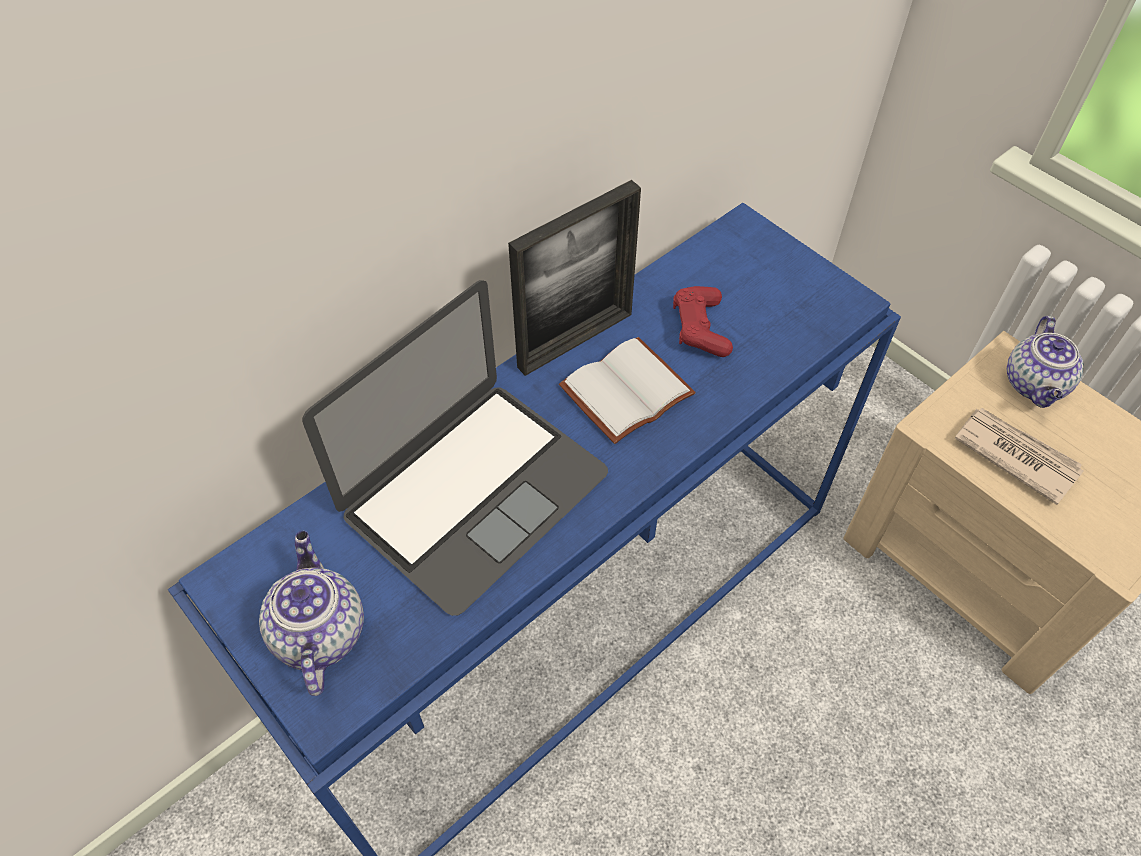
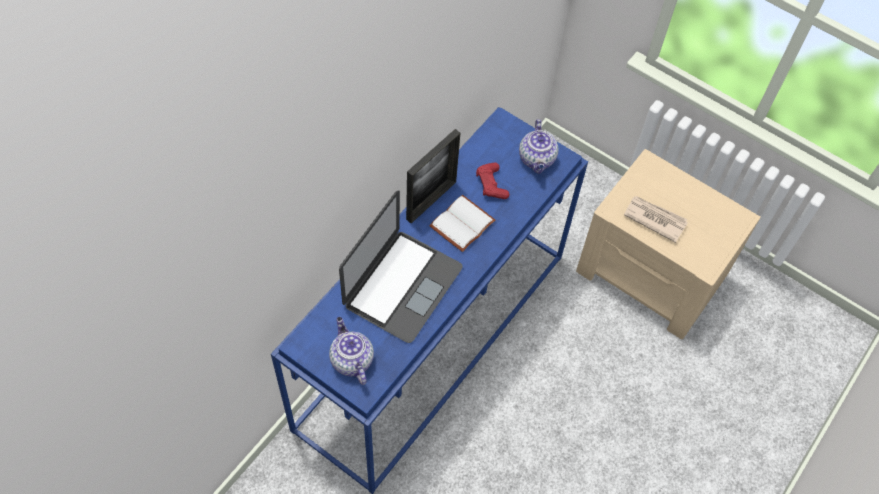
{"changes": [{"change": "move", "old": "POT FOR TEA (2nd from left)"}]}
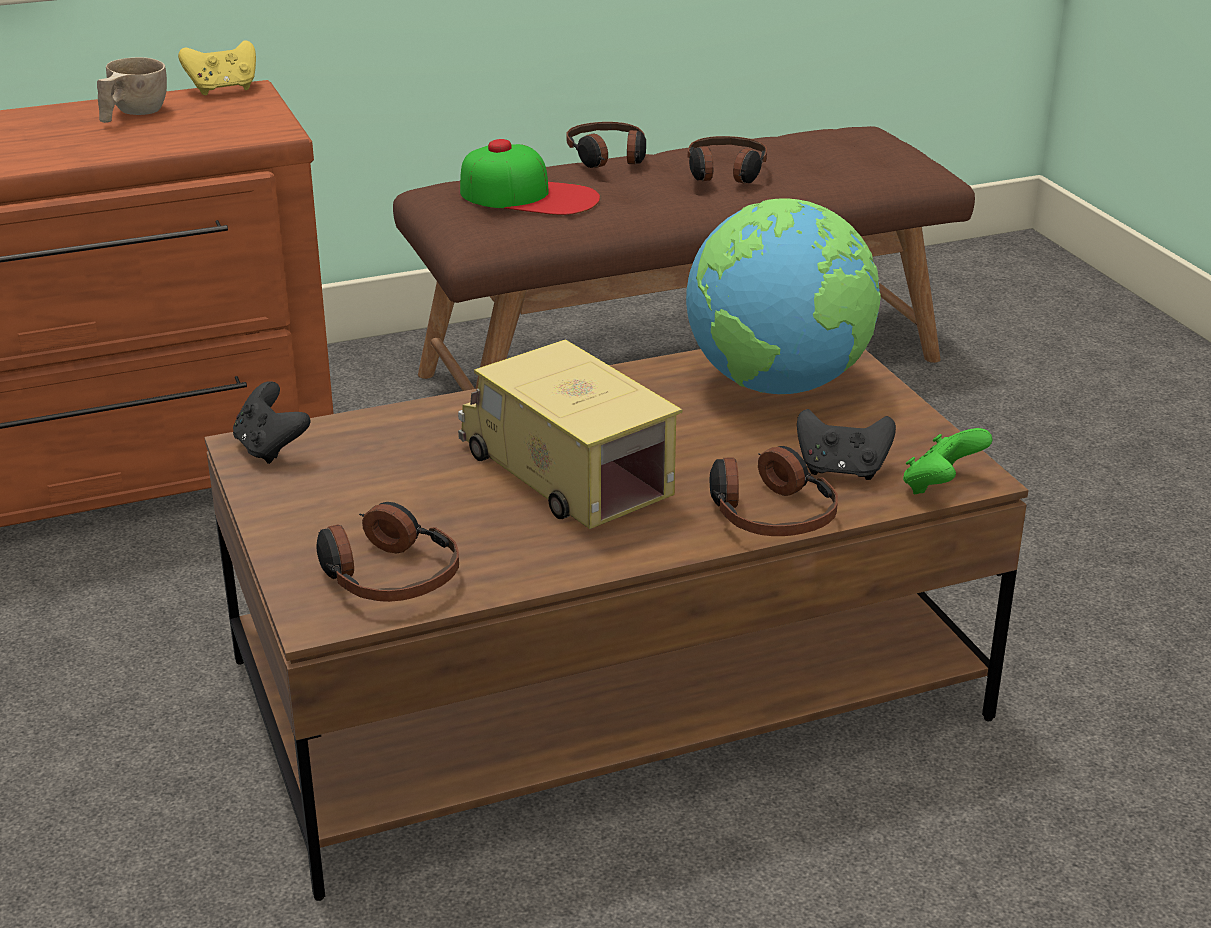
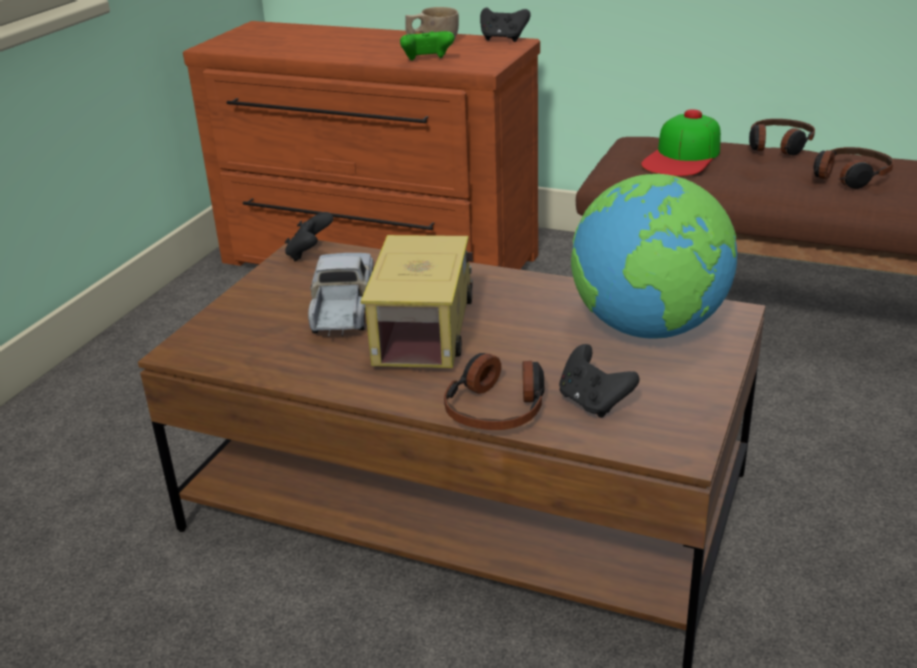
{"changes": [{"change": "recolor", "old": "YELLOWISH JOYPAD", "new": "BLACKISH JOYPAD (2nd from left)"}, {"change": "rotate", "old": "BASEBALL CAP", "degrees": 60}, {"change": "move", "old": "GREEN-COLOURED JOYPAD"}, {"change": "delete", "old": "HEADPHONES (1st from left)"}, {"change": "insert", "new": "TOY LORRY (1st from left)"}]}
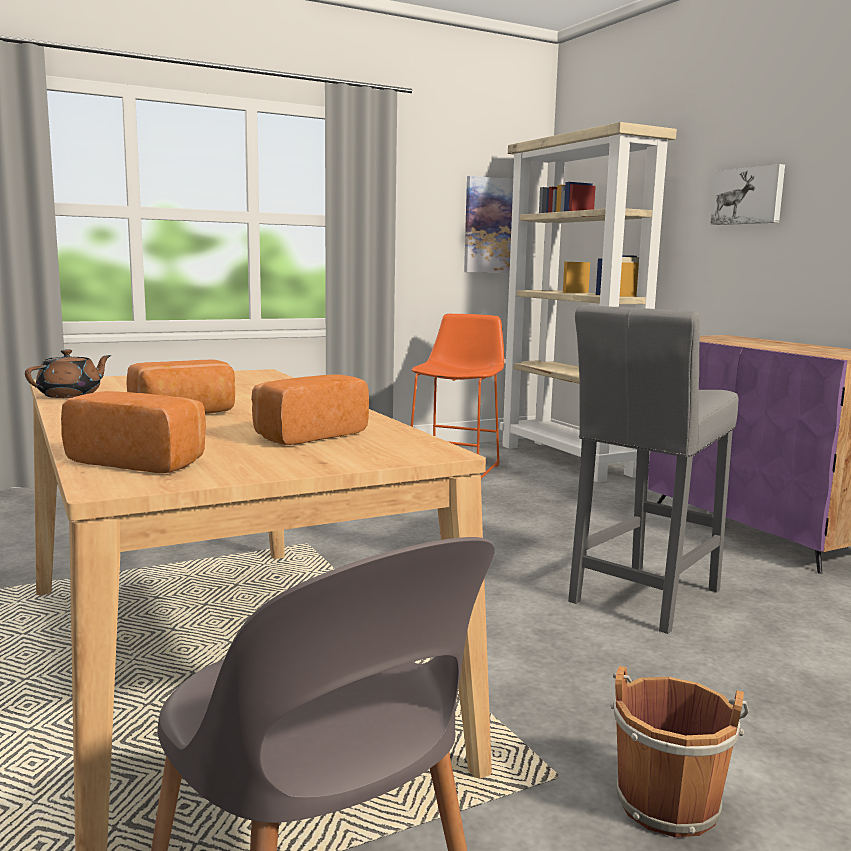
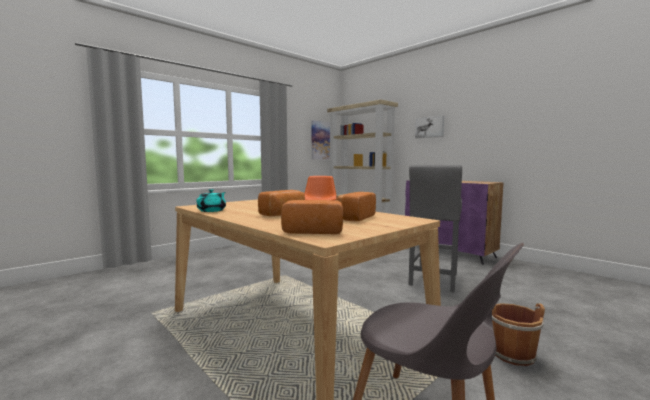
{"changes": [{"change": "recolor", "old": "BROWNISH POT FOR TEA", "new": "TURQUOISE POT FOR TEA"}]}
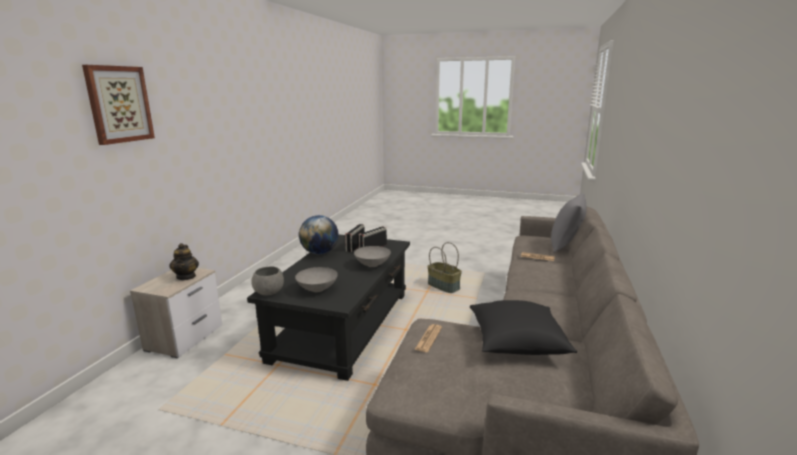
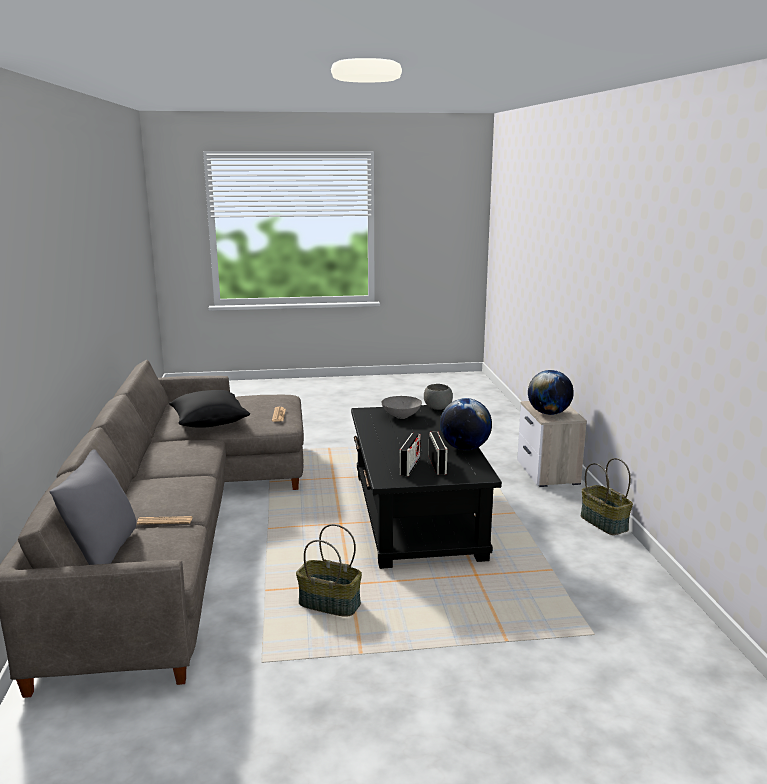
{"changes": [{"change": "delete", "old": "WALL PICTURE"}, {"change": "replace", "old": "POT FOR TEA", "new": "DESK GLOBE (2nd from left)"}, {"change": "delete", "old": "GREYISH DEEP DISH (3rd from left)"}, {"change": "insert", "new": "STORAGE BASKET (2nd from left)"}]}
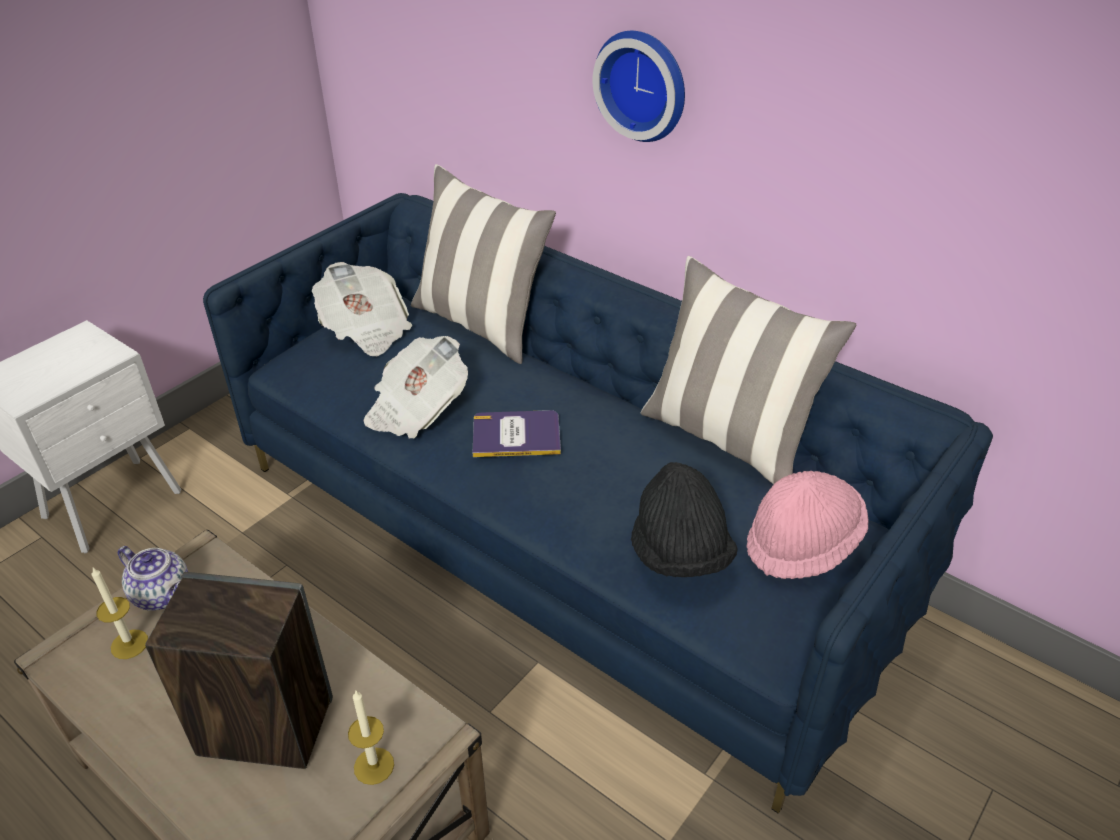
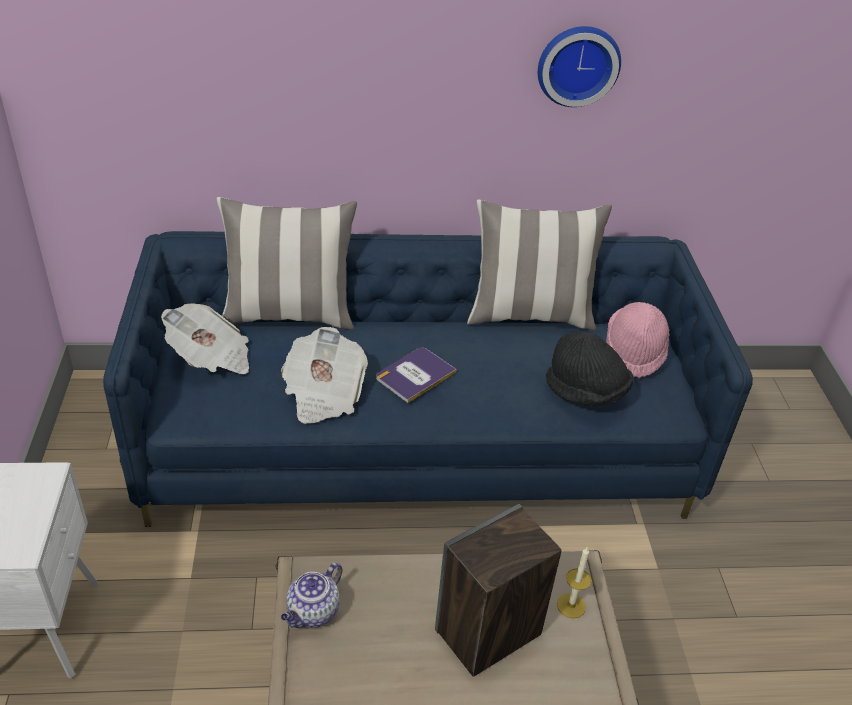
{"changes": [{"change": "move", "old": "WALL CLOCK"}, {"change": "rotate", "old": "POT FOR TEA", "degrees": 135}, {"change": "delete", "old": "WAX LIGHT (1st from left)"}]}
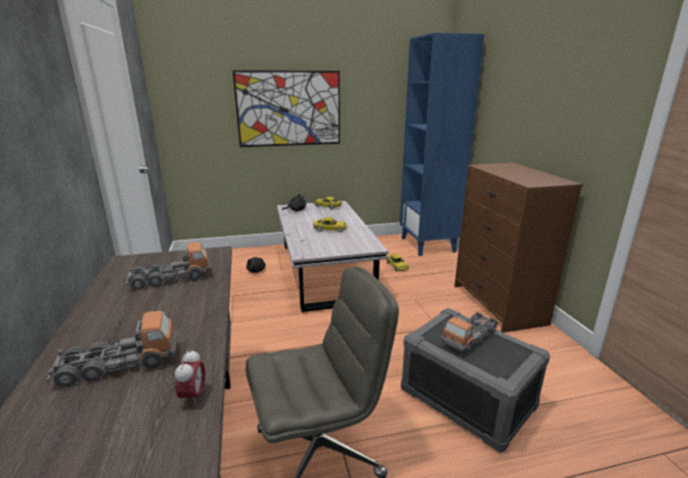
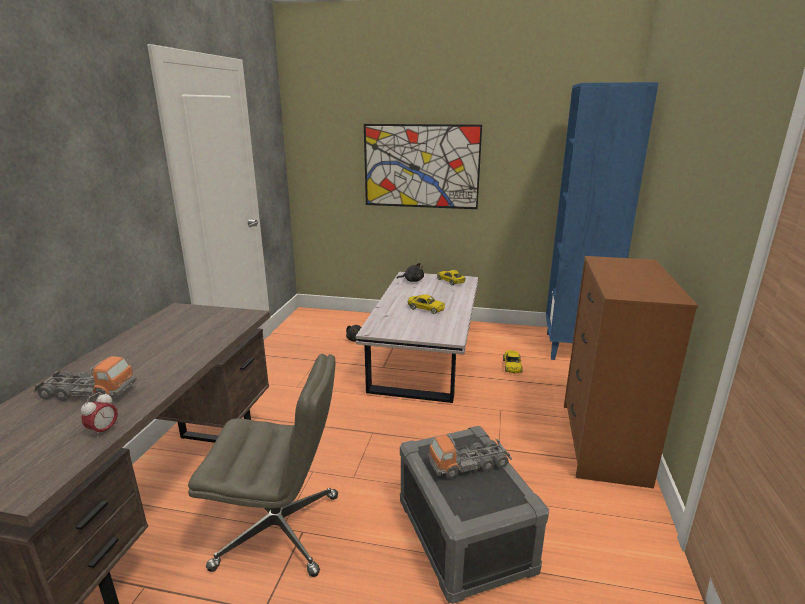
{"changes": [{"change": "delete", "old": "TOY LORRY (2nd from left)"}]}
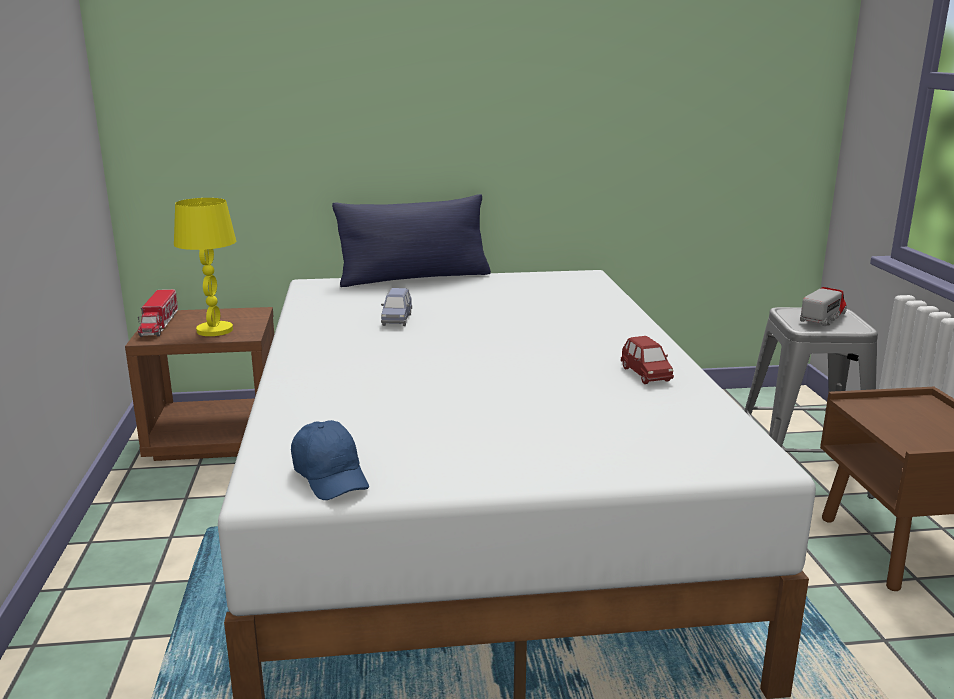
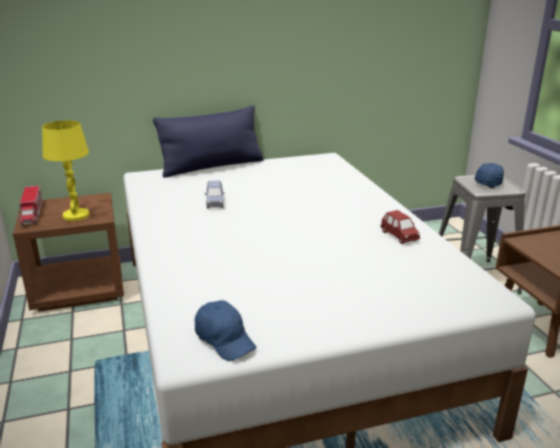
{"changes": [{"change": "replace", "old": "TOY LORRY (2nd from left)", "new": "BLUE BASEBALL CAP (2nd from left)"}]}
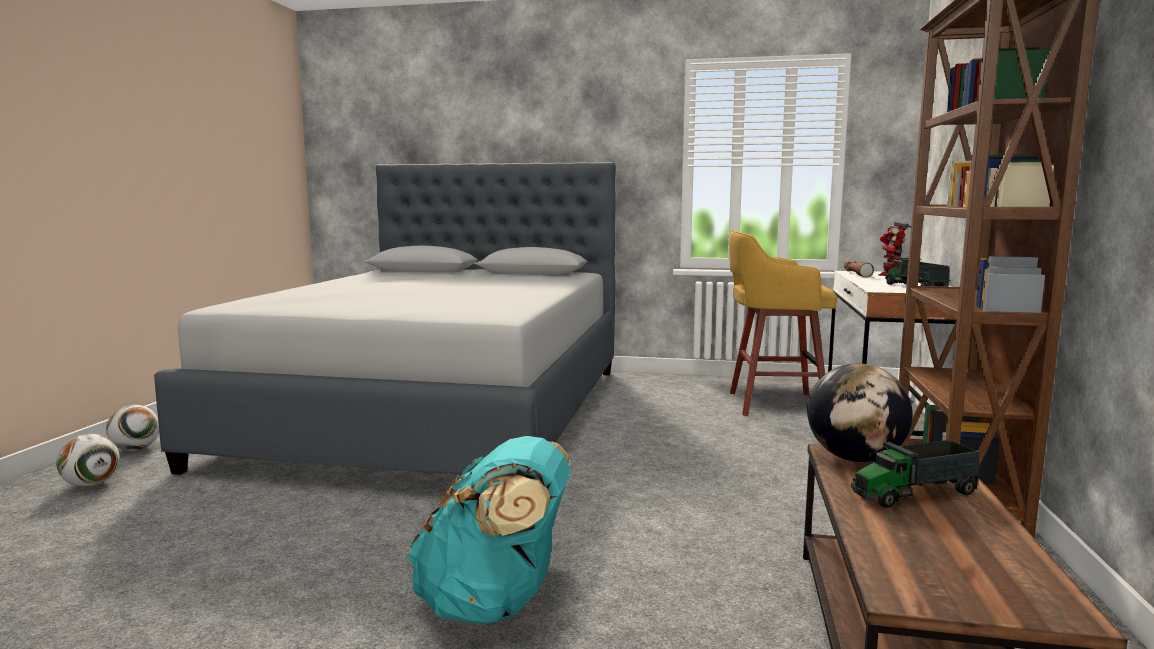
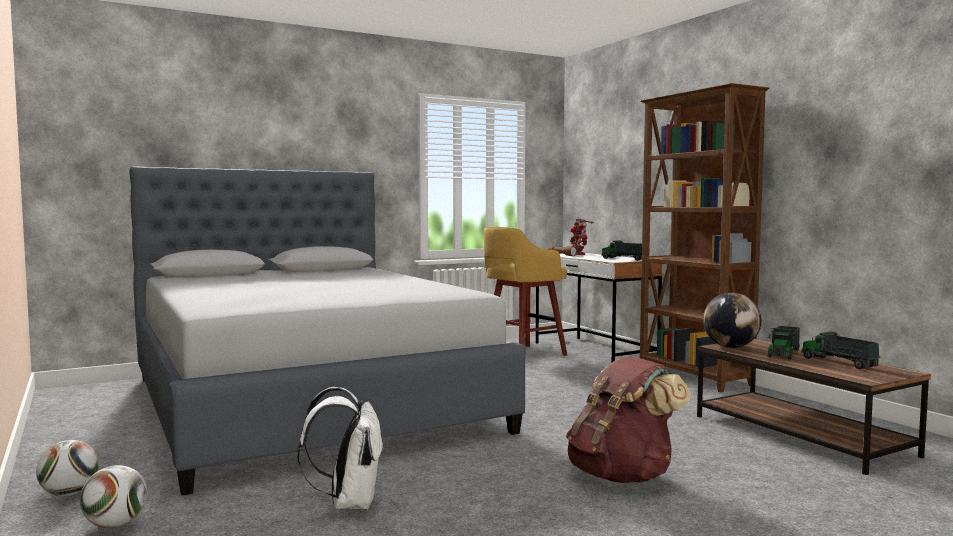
{"changes": [{"change": "recolor", "old": "TURQUOISE RUCKSACK", "new": "BROWNISH RUCKSACK"}, {"change": "insert", "new": "TOY LORRY (3rd from left)"}, {"change": "insert", "new": "WHITE-COLOURED RUCKSACK"}]}
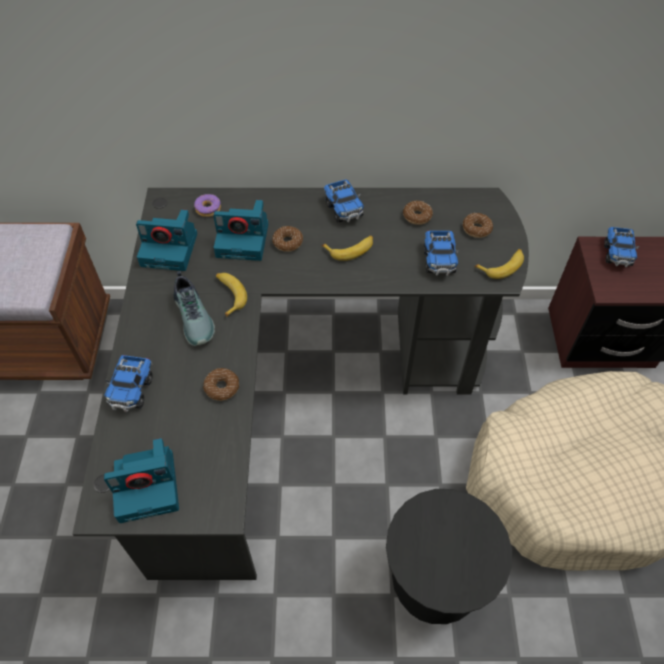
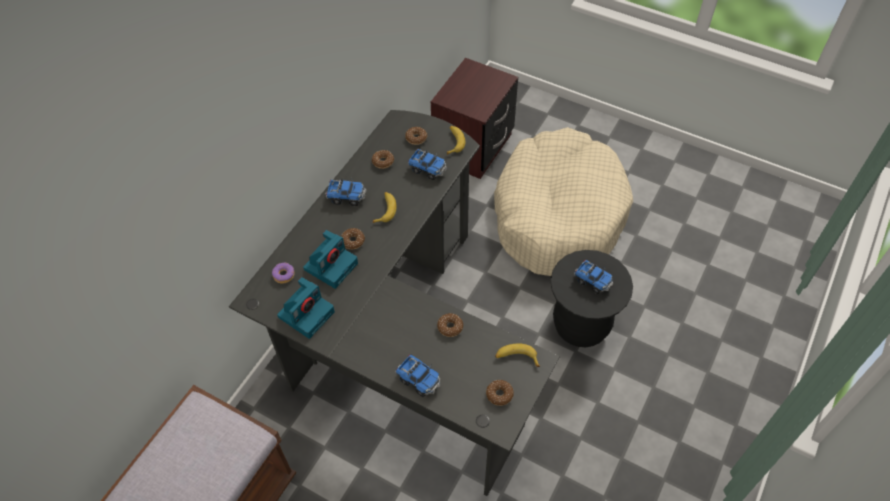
{"changes": [{"change": "move", "old": "TOY LORRY (4th from left)"}, {"change": "delete", "old": "SHOE"}, {"change": "move", "old": "WHOLE BANANA (1st from left in the first image)", "new": "WHOLE BANANA (3rd from left)"}, {"change": "replace", "old": "PHOTO CAMERA (1st from left)", "new": "RING DOUGHNUT (6th from left)"}]}
